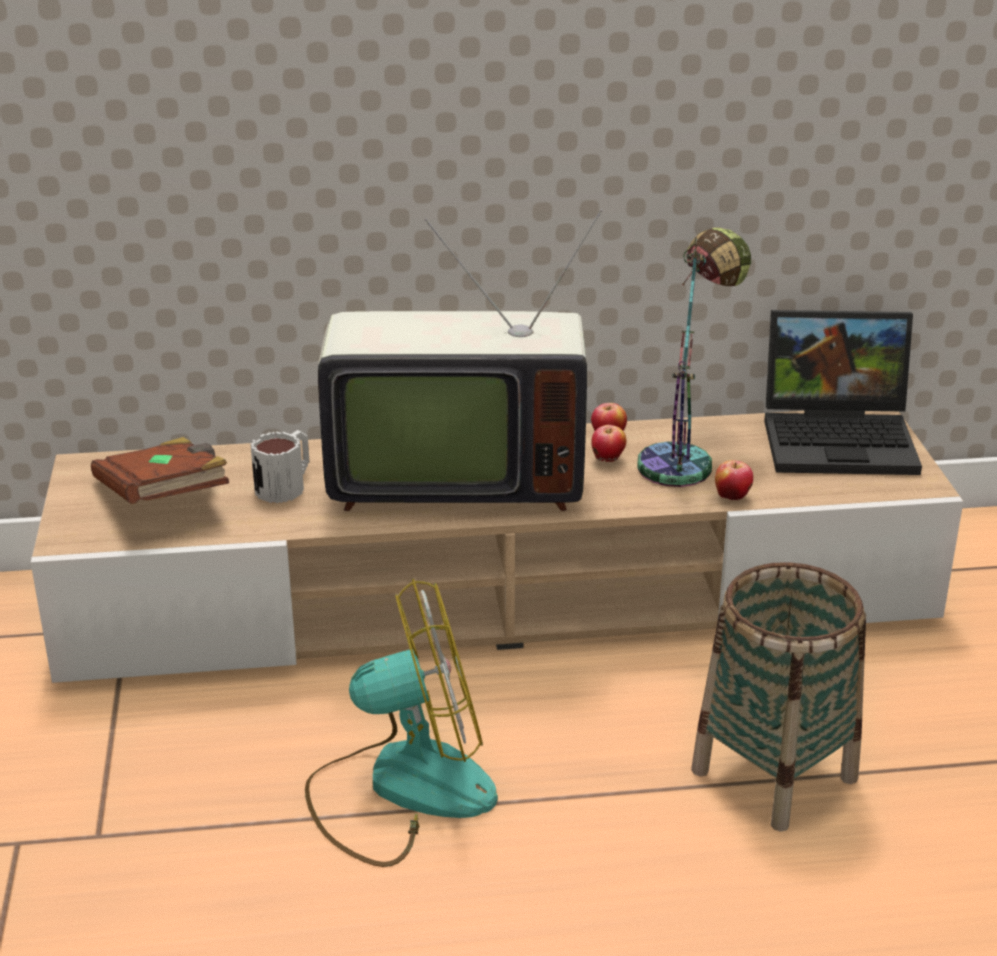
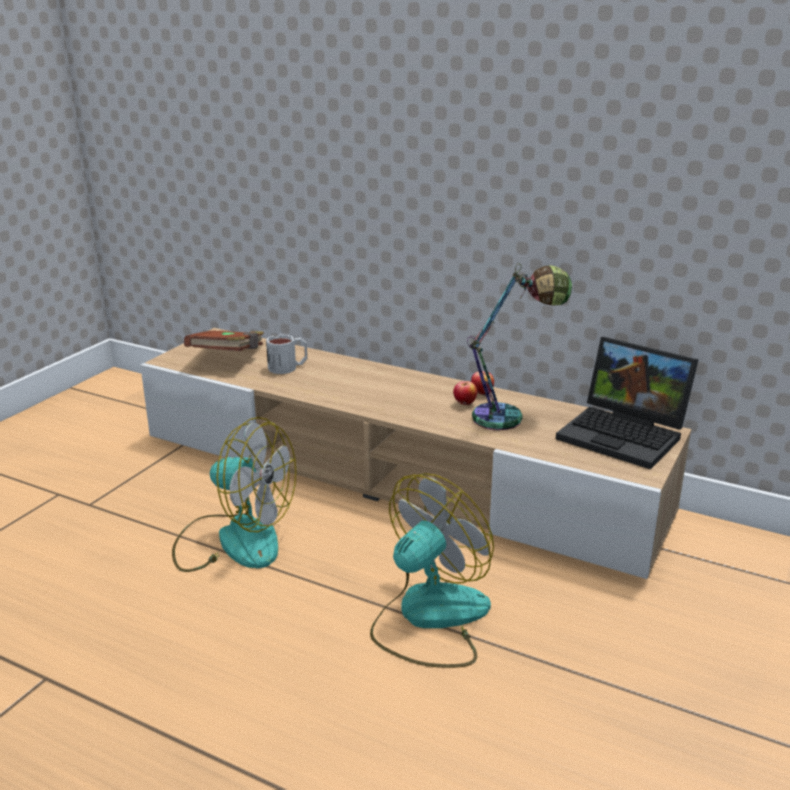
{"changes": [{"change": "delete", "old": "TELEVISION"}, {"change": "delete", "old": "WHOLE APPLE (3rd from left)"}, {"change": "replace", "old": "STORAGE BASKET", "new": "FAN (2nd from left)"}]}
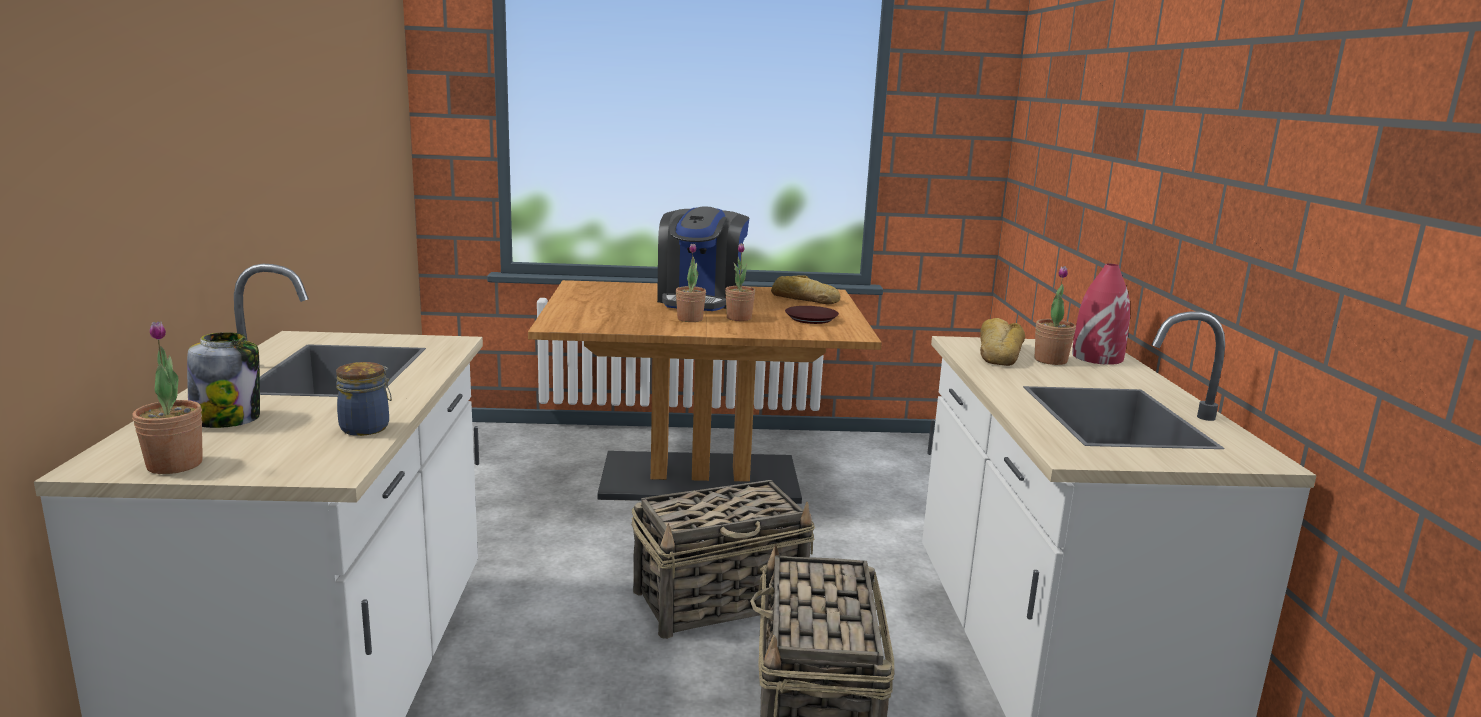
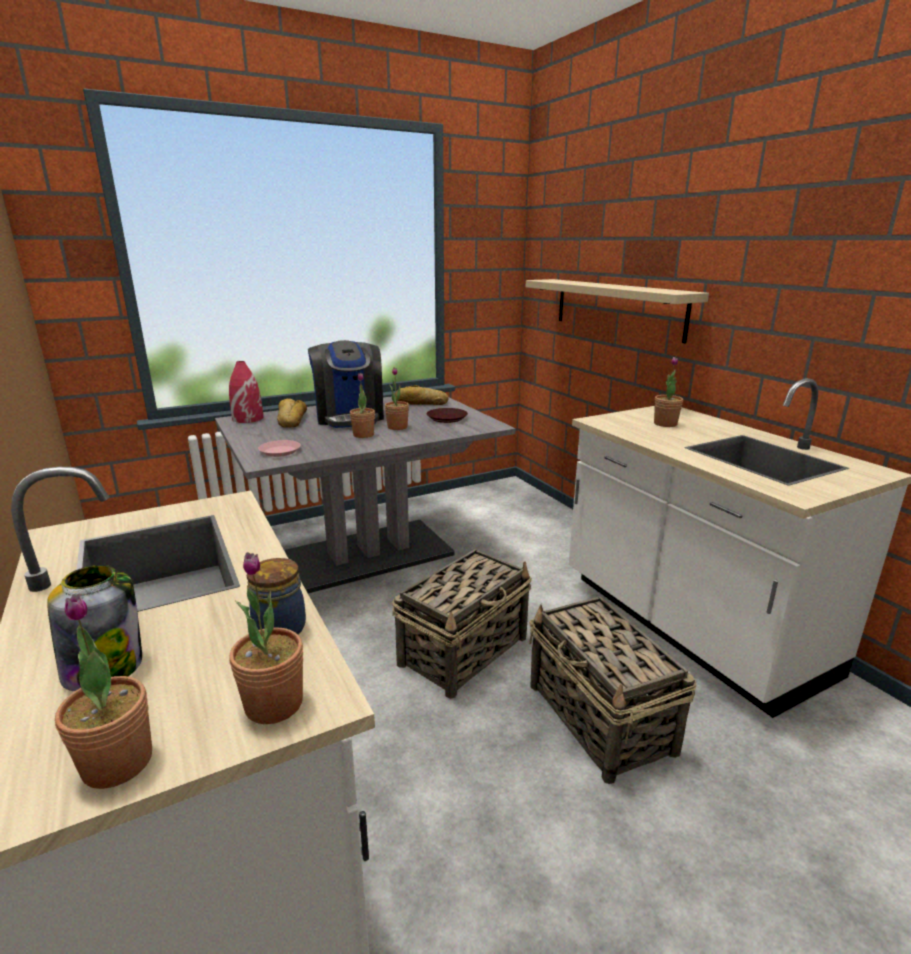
{"changes": [{"change": "move", "old": "REDDISH DECORATIVE VASE"}, {"change": "recolor", "old": "BROWNISH DINNER TABLE", "new": "GREYISH DINNER TABLE"}, {"change": "move", "old": "BAKERY BREAD (2nd from left in the first image)", "new": "BAKERY BREAD (1st from left)"}, {"change": "insert", "new": "SAND-COLOURED SHELF"}, {"change": "insert", "new": "PINK PLATE"}, {"change": "insert", "new": "HOUSEPLANT (2nd from left)"}]}
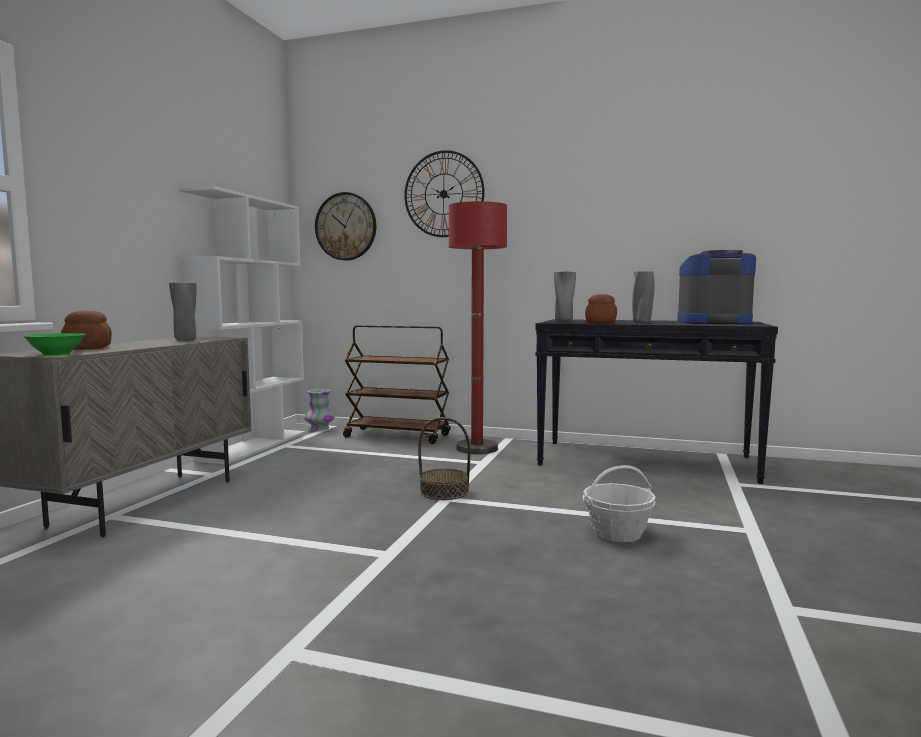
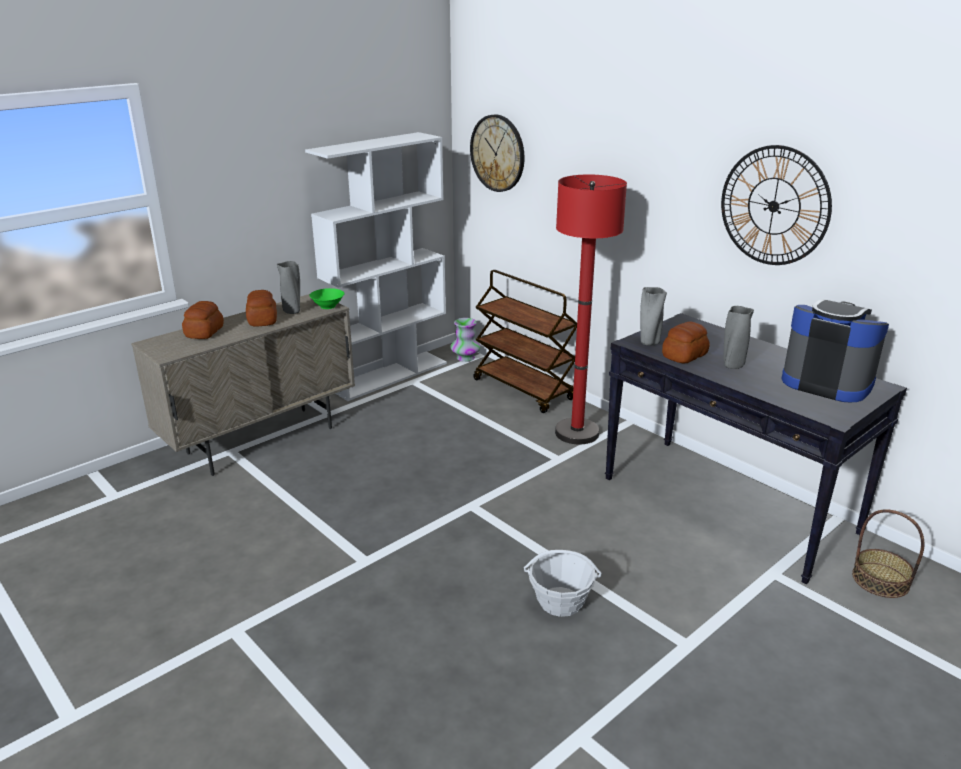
{"changes": [{"change": "move", "old": "WALL CLOCK (2nd from left)"}, {"change": "move", "old": "GREEN-COLOURED DEEP DISH"}, {"change": "move", "old": "STORAGE BASKET (1st from left in the first image)", "new": "STORAGE BASKET (2nd from left)"}, {"change": "insert", "new": "BAKERY BREAD (2nd from left)"}]}
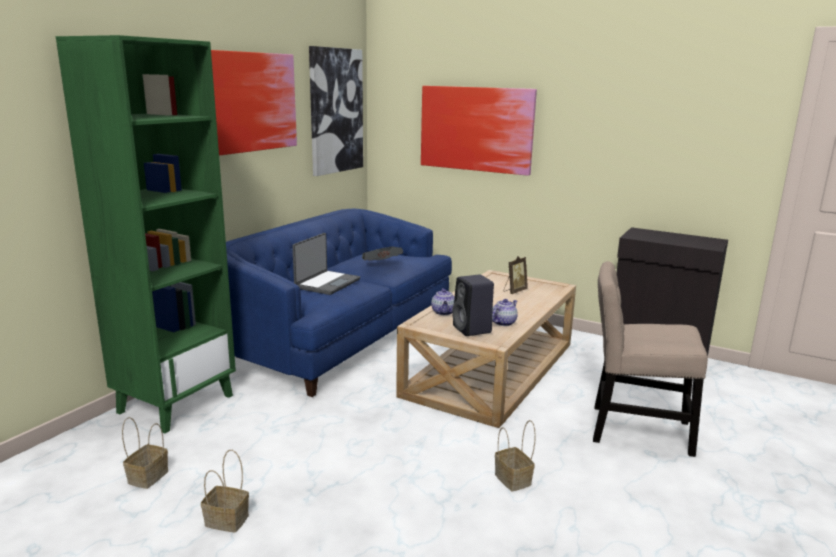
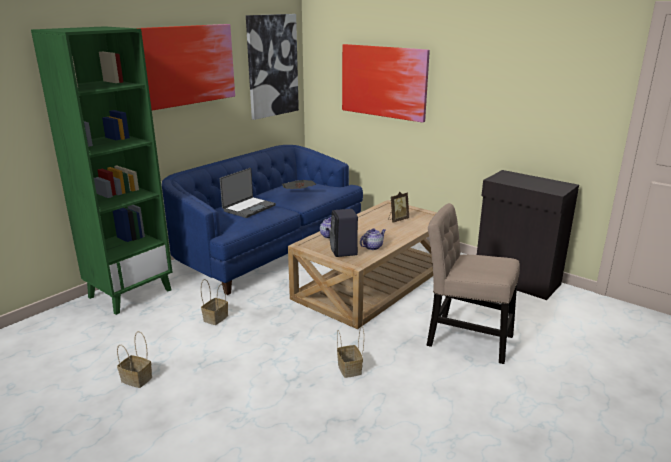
{"changes": [{"change": "move", "old": "STORAGE BASKET (1st from left in the first image)", "new": "STORAGE BASKET (2nd from left)"}]}
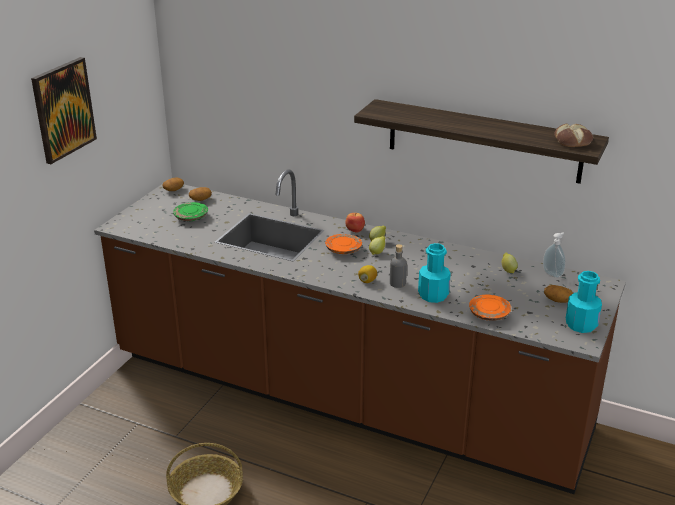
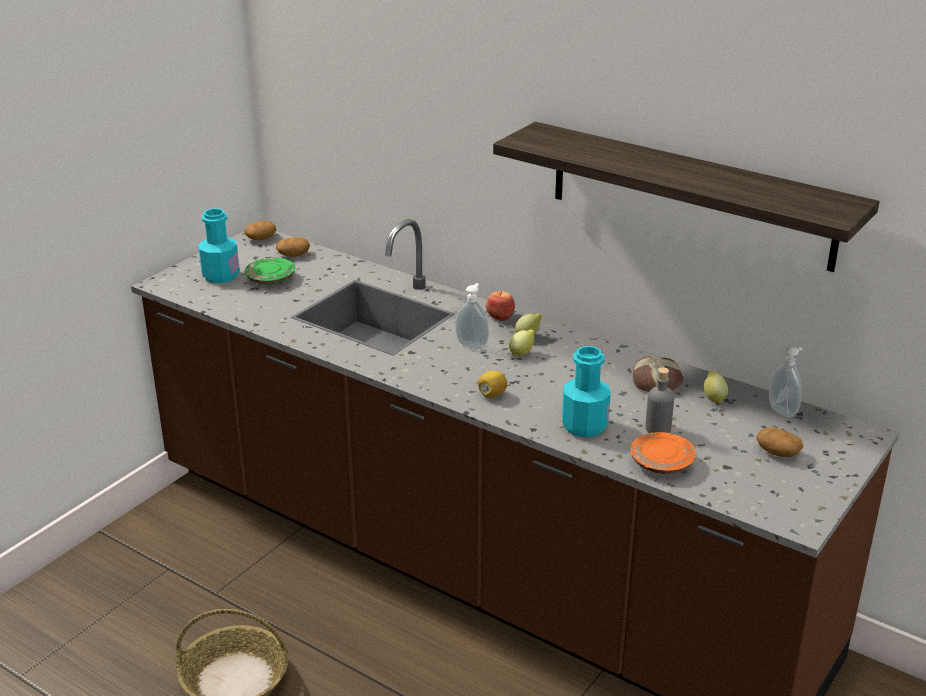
{"changes": [{"change": "delete", "old": "WALL PICTURE"}, {"change": "move", "old": "BAKERY BREAD"}, {"change": "replace", "old": "ORANGE PLATE (1st from left)", "new": "LIQUID SOAP BOTTLE (1st from left)"}, {"change": "move", "old": "GREYISH DRINK BOTTLE"}, {"change": "move", "old": "TURQUOISE DRINK BOTTLE (2nd from left in the first image)", "new": "TURQUOISE DRINK BOTTLE (1st from left)"}]}
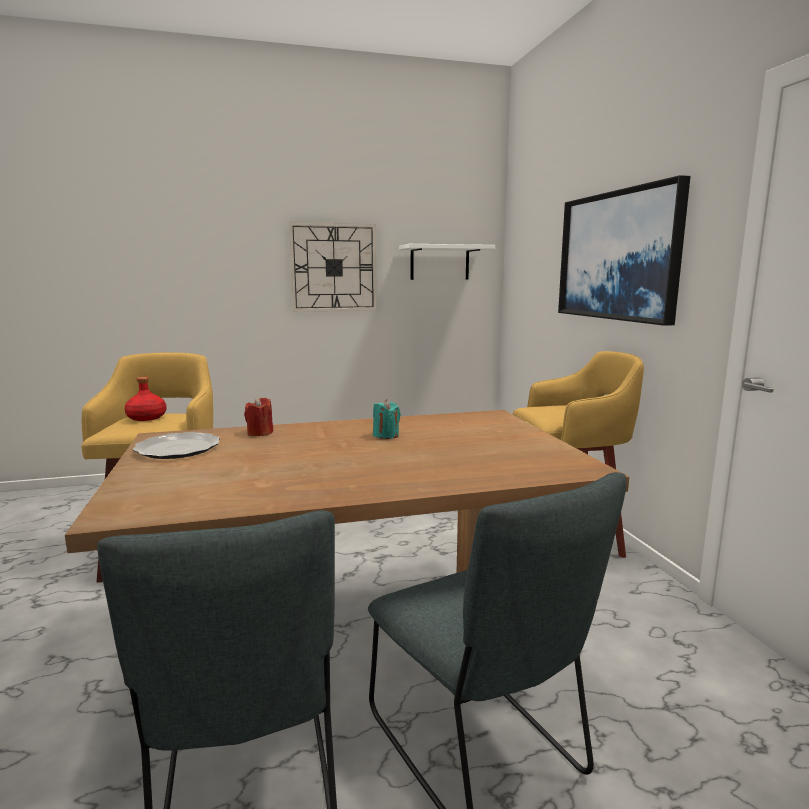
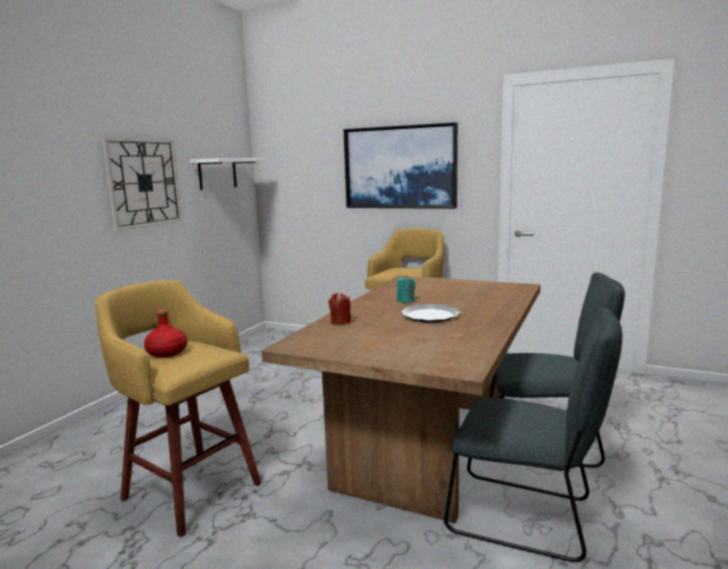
{"changes": [{"change": "move", "old": "PLATE"}]}
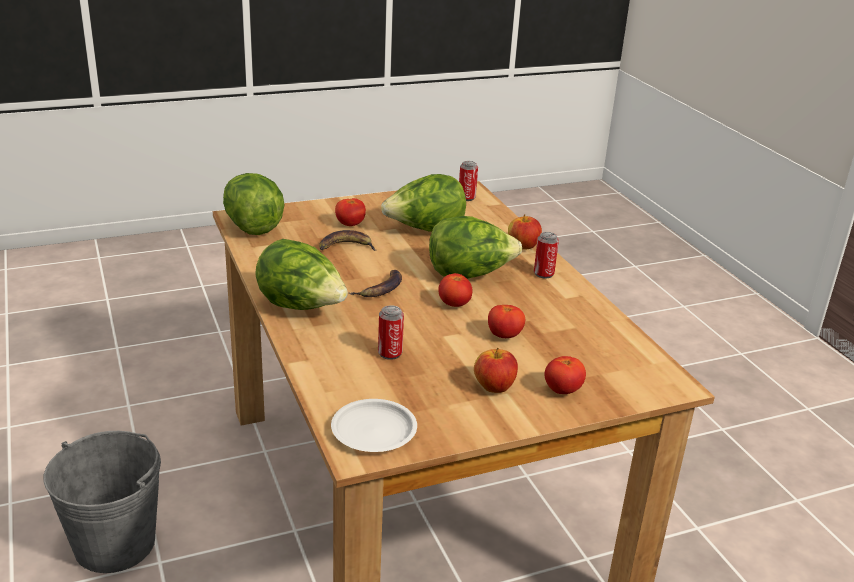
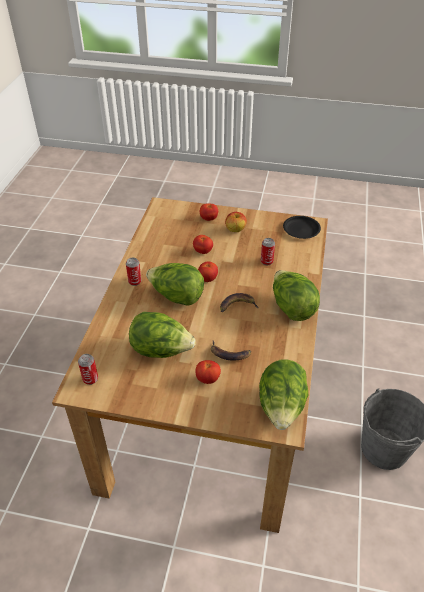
{"changes": [{"change": "delete", "old": "WHOLE APPLE (2nd from left)"}, {"change": "recolor", "old": "WHITE-COLOURED PLATE", "new": "BLACKISH PLATE"}]}
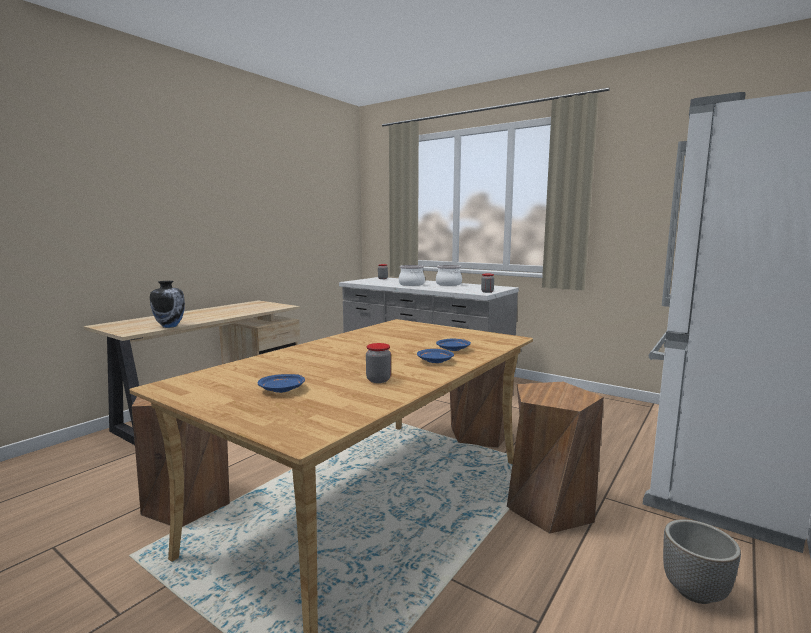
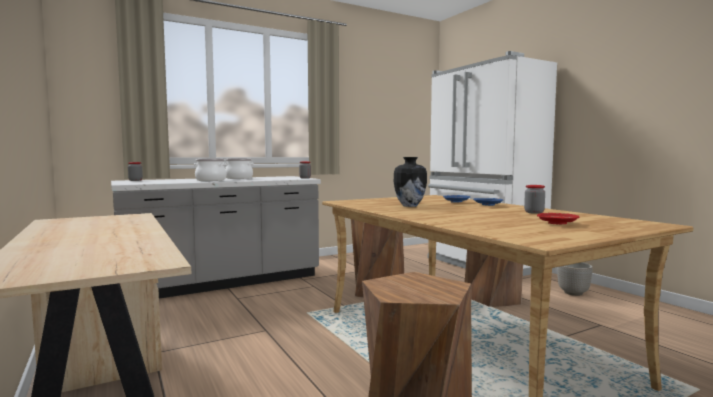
{"changes": [{"change": "move", "old": "DECORATIVE VASE"}, {"change": "recolor", "old": "BLUE PLATE (1st from left)", "new": "REDDISH PLATE"}]}
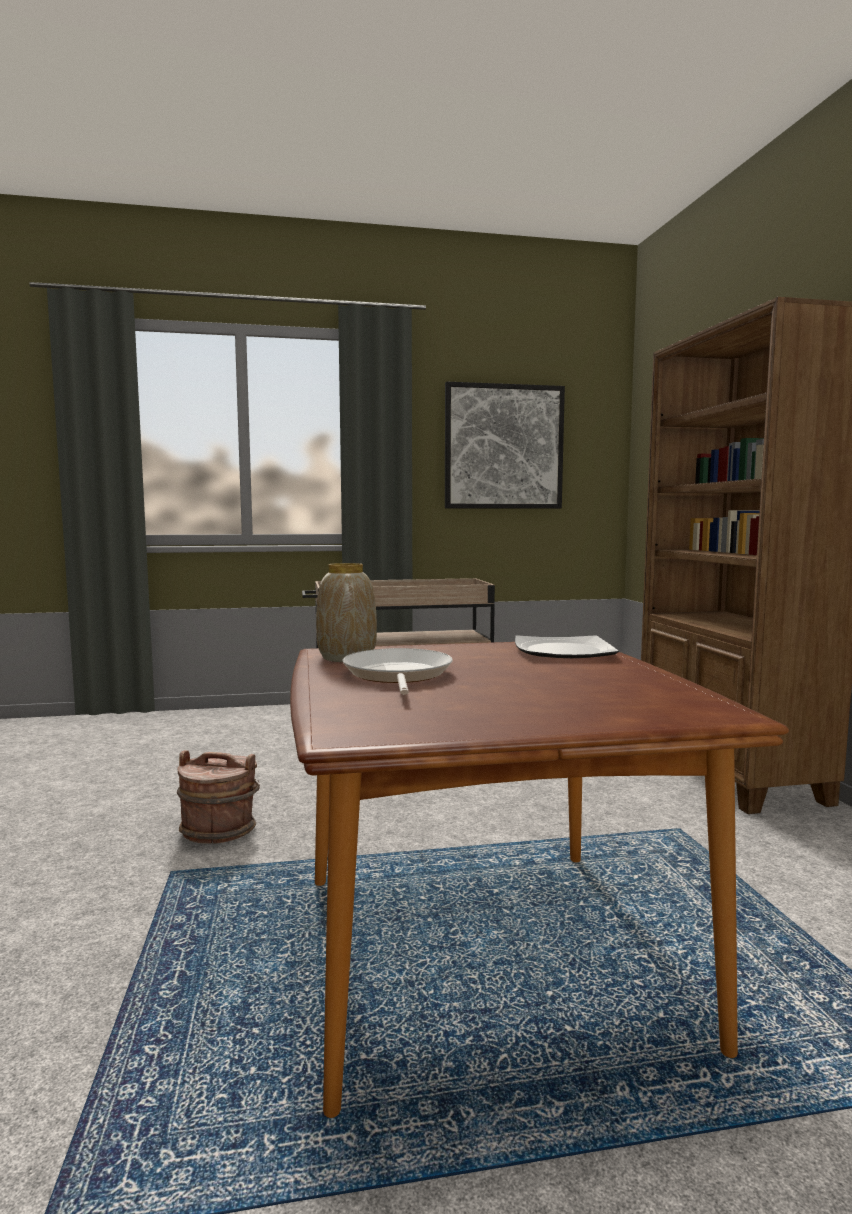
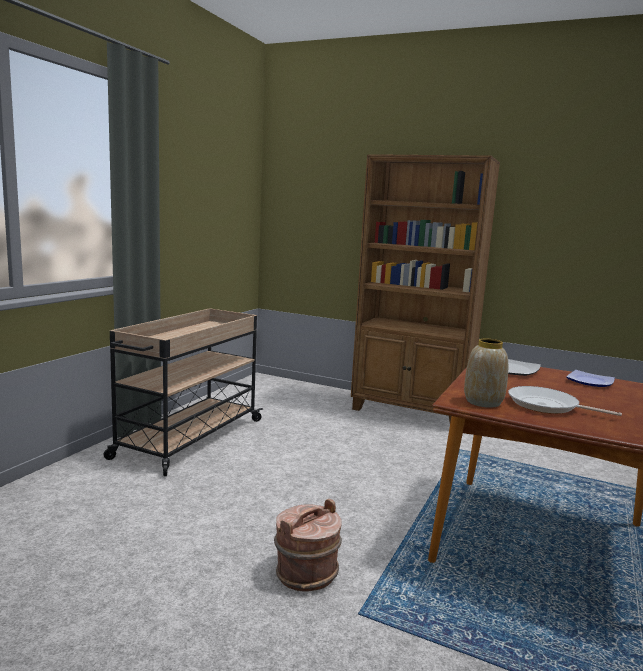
{"changes": [{"change": "delete", "old": "WALL PICTURE"}, {"change": "insert", "new": "PLATE (2nd from left)"}]}
